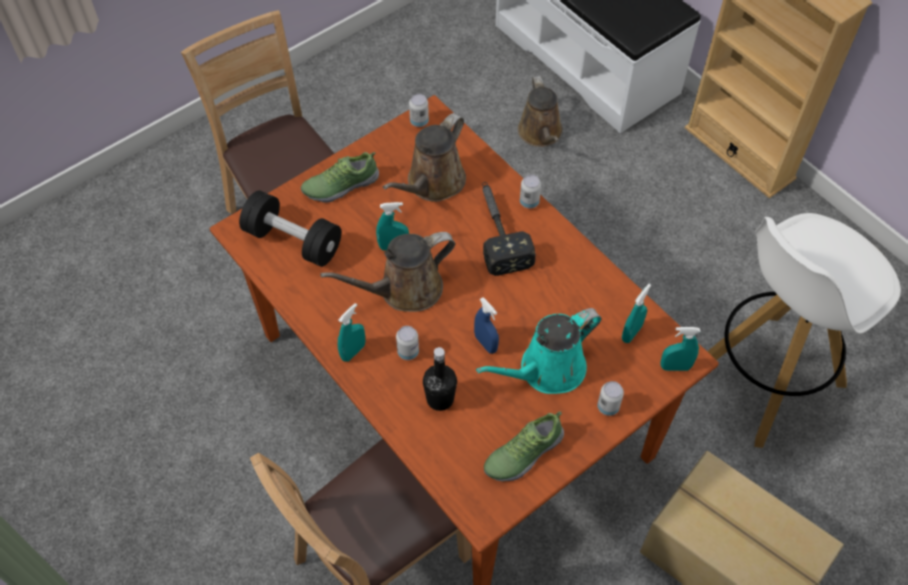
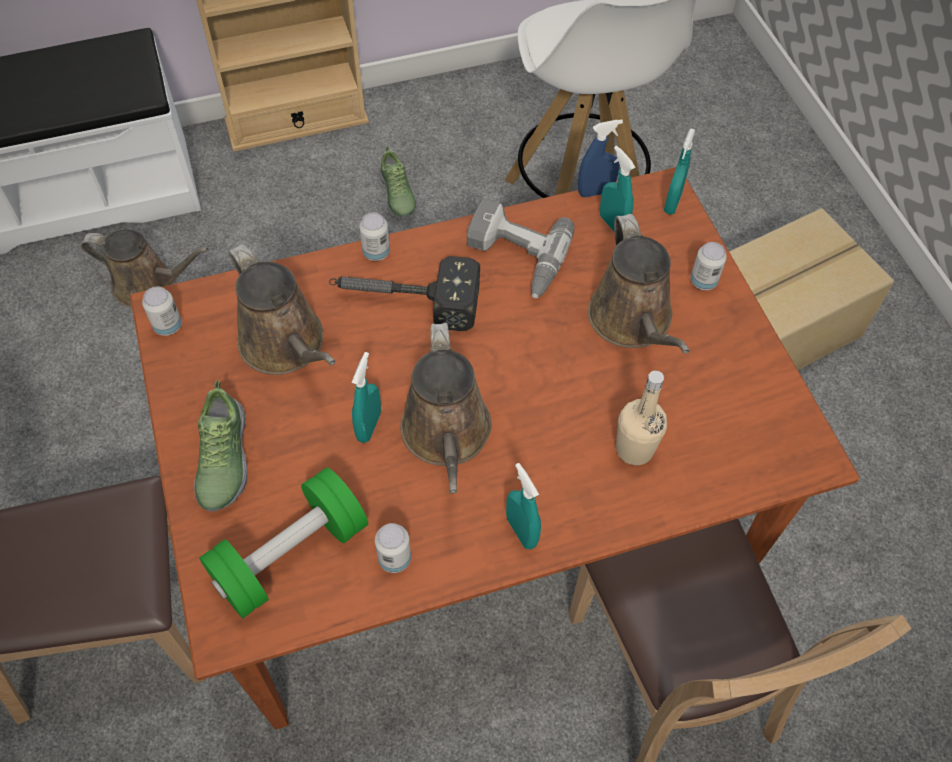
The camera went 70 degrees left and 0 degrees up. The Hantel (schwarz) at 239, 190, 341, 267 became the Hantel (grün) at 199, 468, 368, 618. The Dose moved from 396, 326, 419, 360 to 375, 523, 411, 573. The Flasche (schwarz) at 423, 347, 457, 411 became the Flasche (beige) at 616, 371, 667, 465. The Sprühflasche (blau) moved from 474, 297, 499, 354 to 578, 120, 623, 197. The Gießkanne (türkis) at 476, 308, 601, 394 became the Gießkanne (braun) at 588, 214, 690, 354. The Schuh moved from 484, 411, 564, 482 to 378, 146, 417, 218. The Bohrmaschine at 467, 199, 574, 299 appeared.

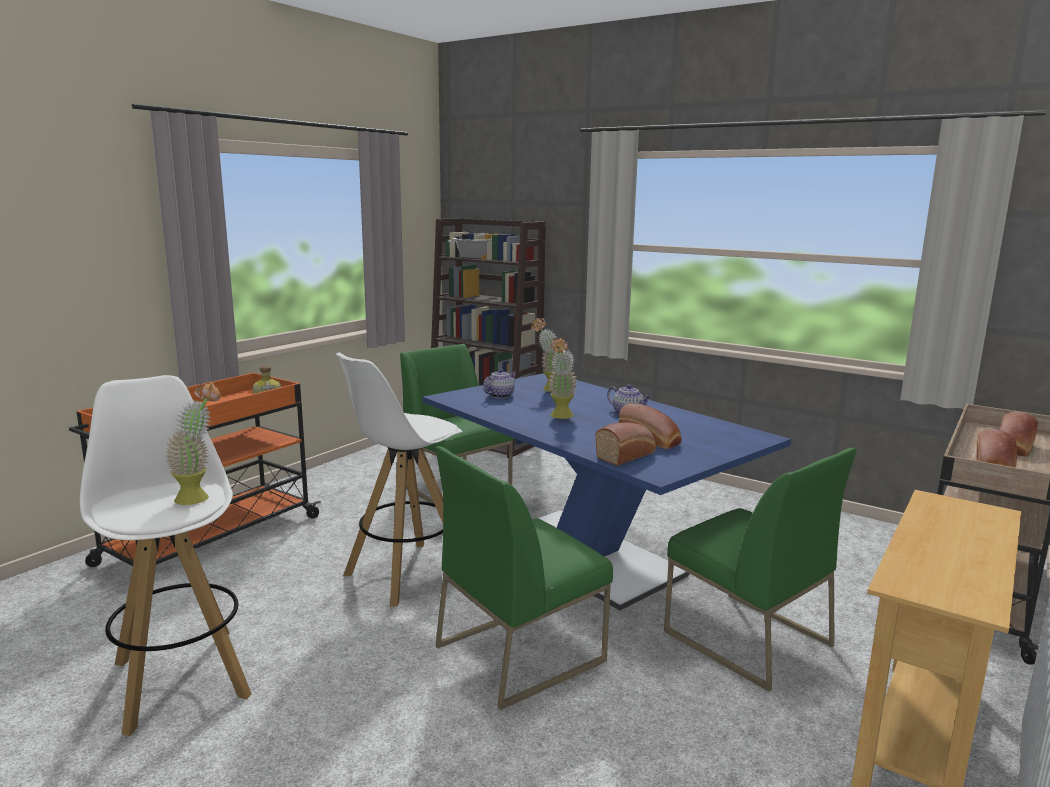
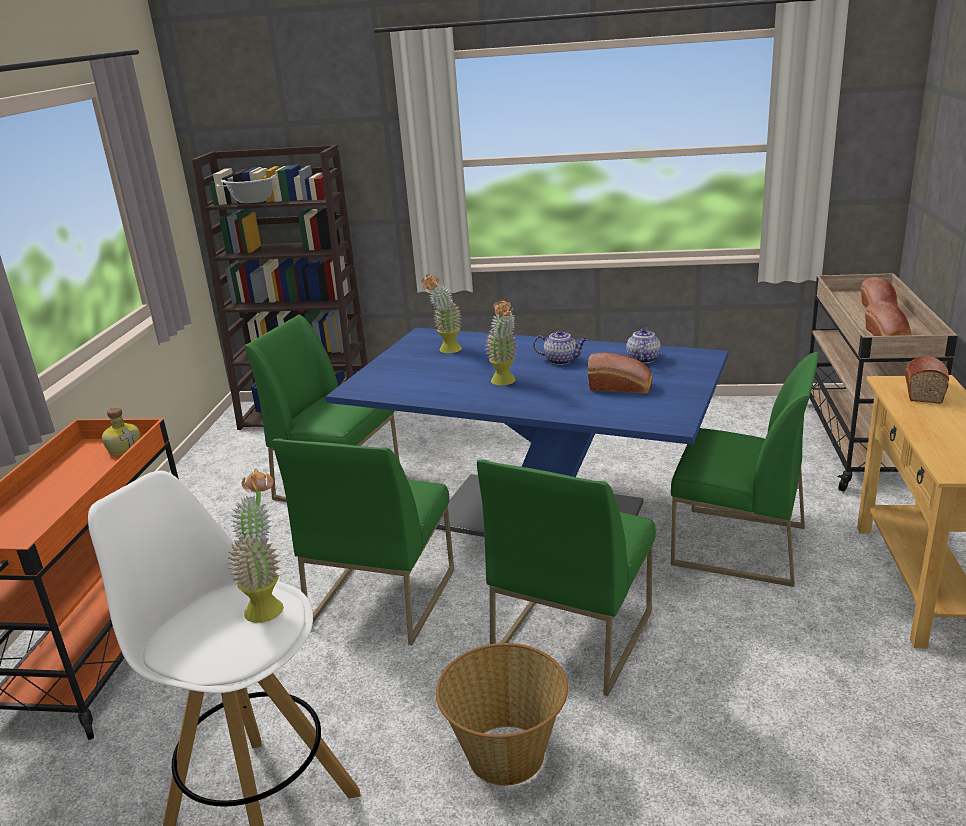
The camera went 25 degrees left and 10 degrees up. The Hocker (weiß) at 336, 353, 463, 607 was replaced by the Stuhl (grün) at 272, 438, 454, 645. The Teekanne moved from 483, 368, 517, 399 to 626, 327, 661, 364. The Brot moved from 595, 422, 656, 466 to 905, 356, 949, 404. The Korb at 436, 643, 568, 786 appeared.

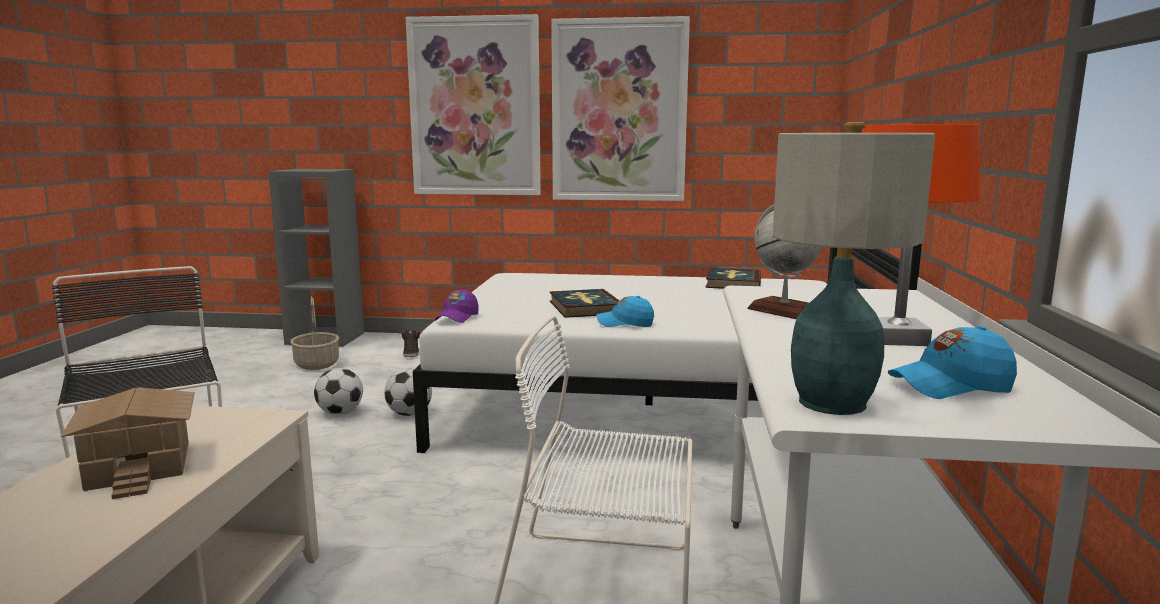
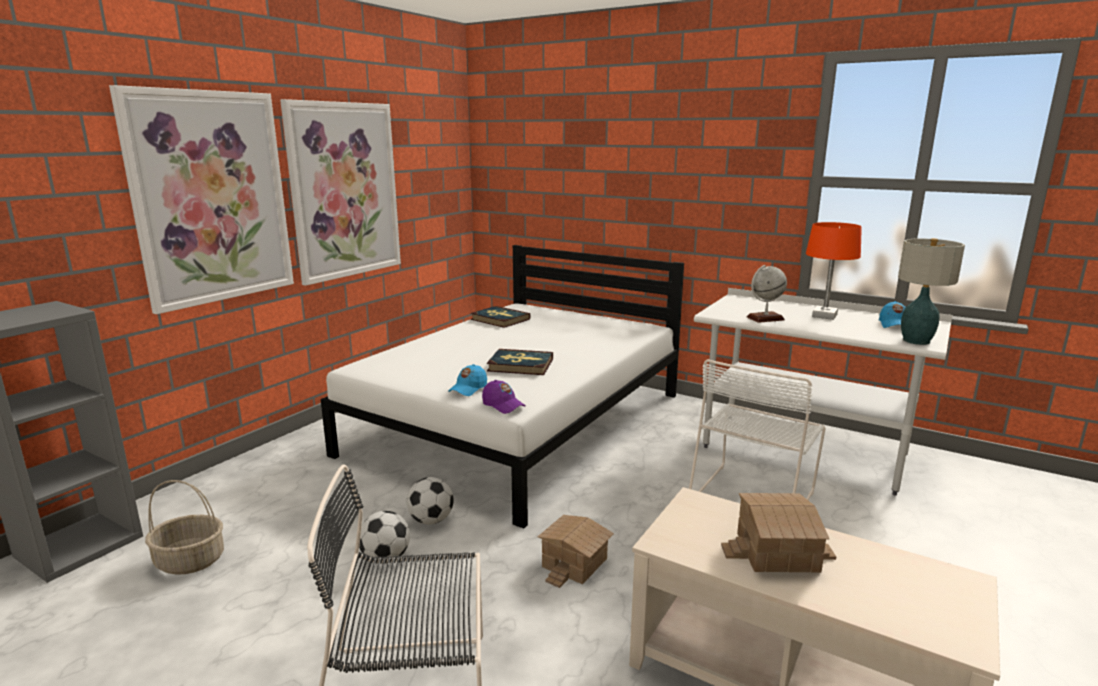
The camera went 65 degrees left and 5 degrees up. The Schuh (schwarz) at 401, 330, 420, 357 disappeared. The Kappe (blau) moved from 597, 296, 654, 327 to 448, 364, 487, 396. The Spielzeughaus at 538, 515, 614, 588 appeared.

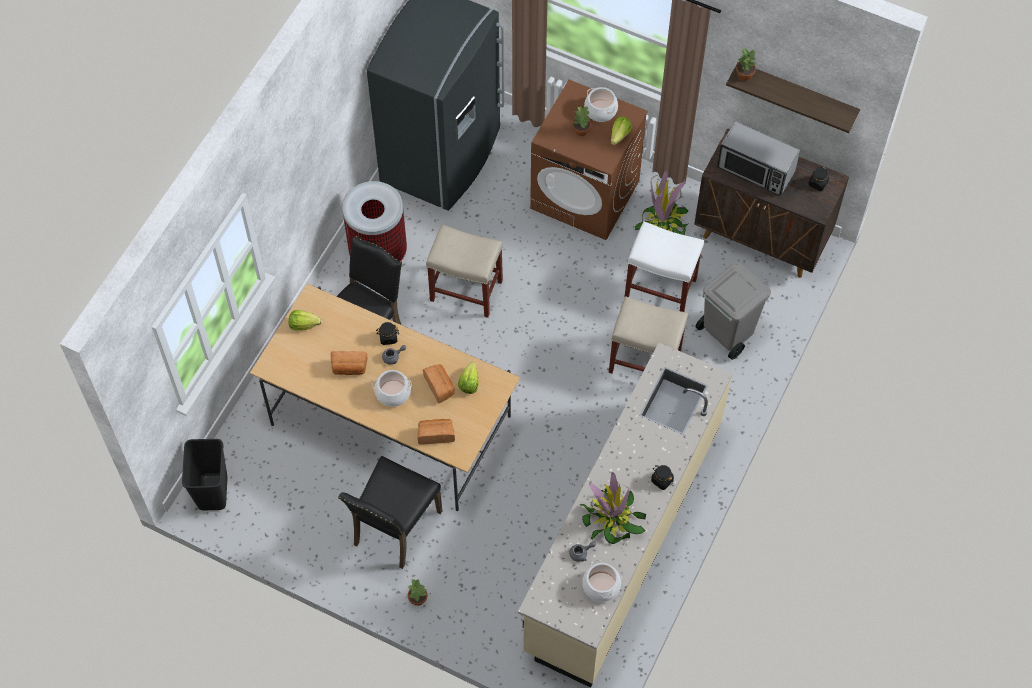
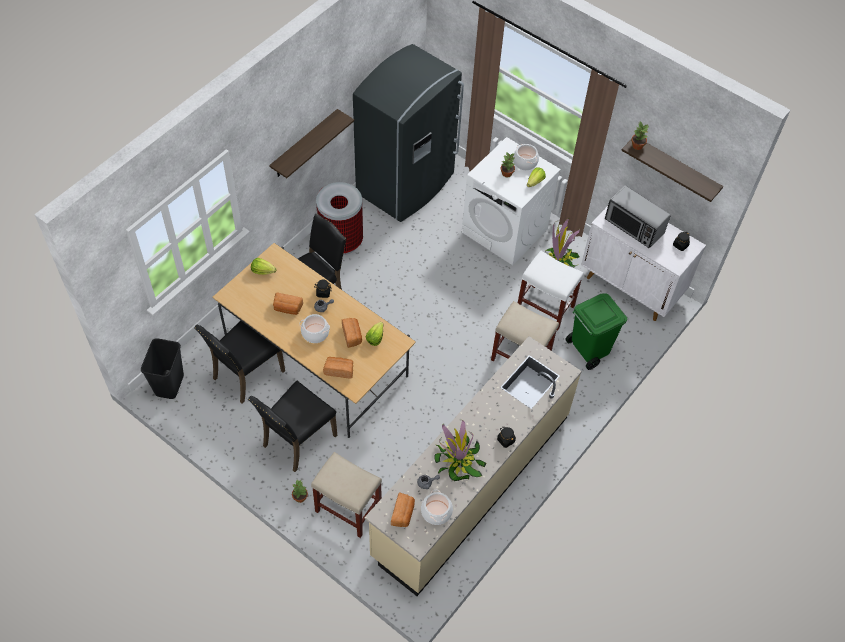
The camera went 10 degrees right and 5 degrees down. The Hocker (beige) moved from 426, 225, 503, 318 to 311, 452, 382, 538. The Waschmaschine (braun) at 530, 80, 648, 240 became the Waschmaschine (weiß) at 462, 137, 561, 265. The Schrank (braun) at 694, 128, 849, 278 became the Schrank (weiß) at 581, 206, 706, 321. The Mülleimer (grau) at 695, 263, 771, 360 became the Mülleimer (grün) at 565, 293, 627, 370. The Stuhl (schwarz) at 194, 320, 285, 403 appeared. The Wandregal at 269, 109, 354, 178 appeared. The Brot at 391, 492, 415, 527 appeared.

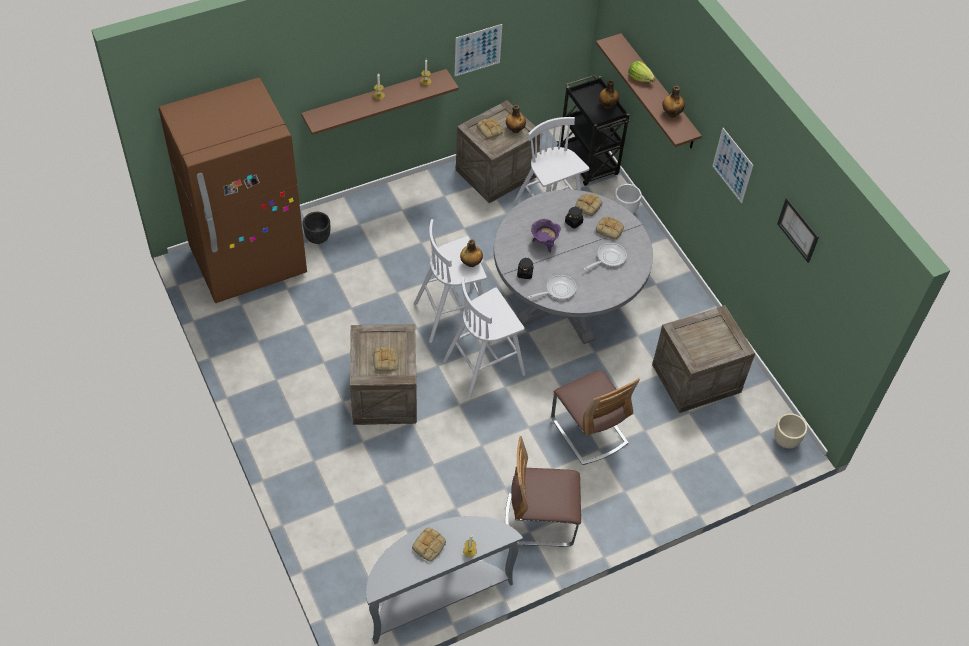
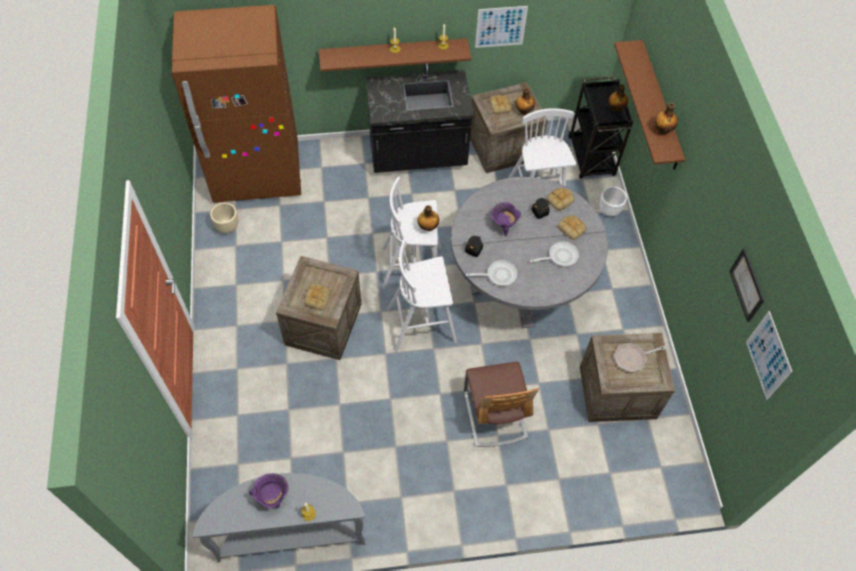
The camera went 20 degrees right and 5 degrees up. The Pflanzkübel (schwarz) at 303, 212, 330, 244 disappeared. The Brot at 412, 528, 446, 561 was replaced by the Kochtopf (lila) at 249, 473, 289, 508. The Stuhl at 505, 436, 581, 547 disappeared. The Salatkopf at 628, 61, 655, 82 disappeared. The Bild moved from 713, 128, 753, 203 to 746, 311, 792, 400. The Pflanzkübel (beige) moved from 774, 413, 807, 448 to 210, 203, 238, 233. The Küchenzeile (schwarz) at 366, 64, 474, 173 appeared. The Pfanne at 614, 342, 666, 372 appeared.

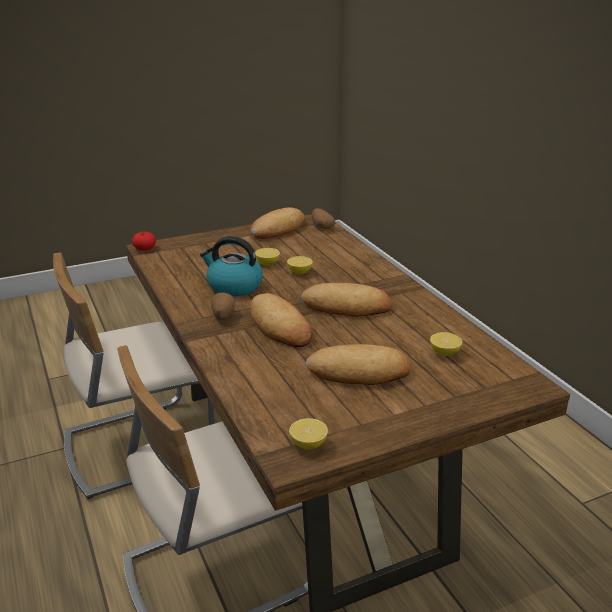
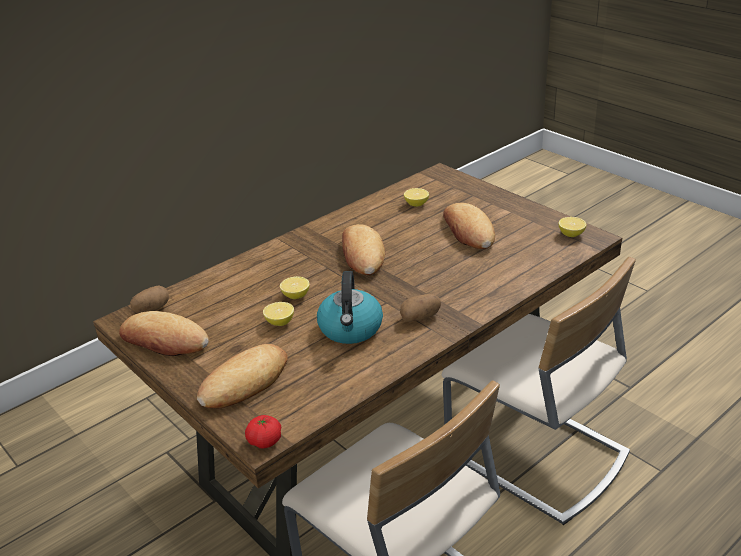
The camera went 105 degrees left and 5 degrees up. The Brot moved from 250, 293, 313, 347 to 197, 344, 288, 409.

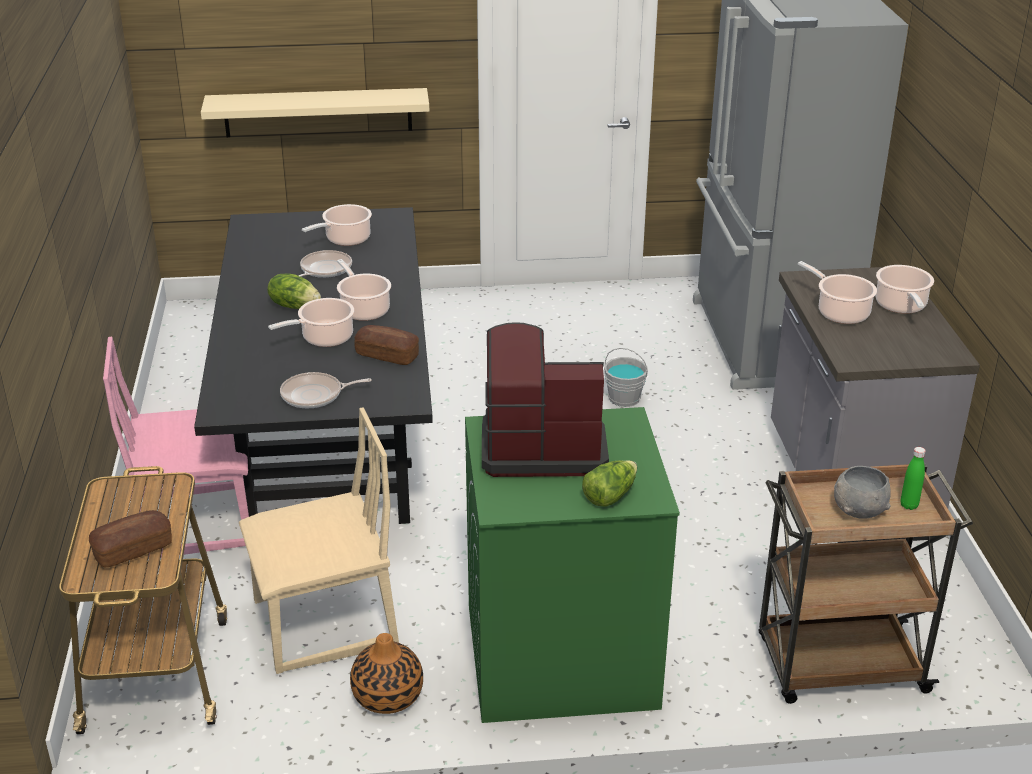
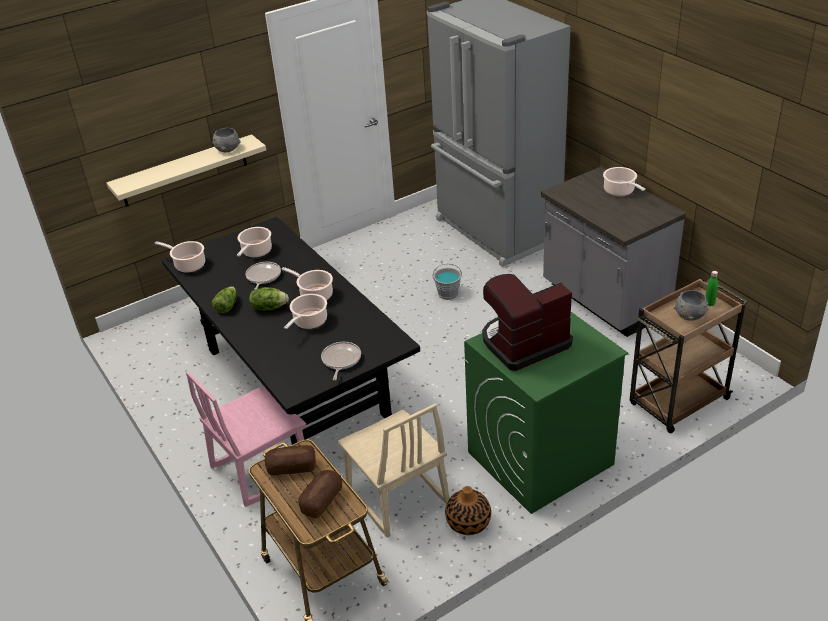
The camera went 25 degrees left and 5 degrees up. The Stuhl (beige) at 239, 408, 399, 674 turned 105 degrees clockwise. The Pfanne at 280, 372, 372, 409 turned 135 degrees clockwise. The Brot moved from 354, 325, 419, 365 to 265, 445, 316, 475. The Salatkopf moved from 582, 460, 637, 506 to 212, 286, 237, 313. The Kochtopf moved from 798, 261, 877, 324 to 155, 241, 205, 273. The Schüssel (grau) at 212, 128, 240, 152 appeared.

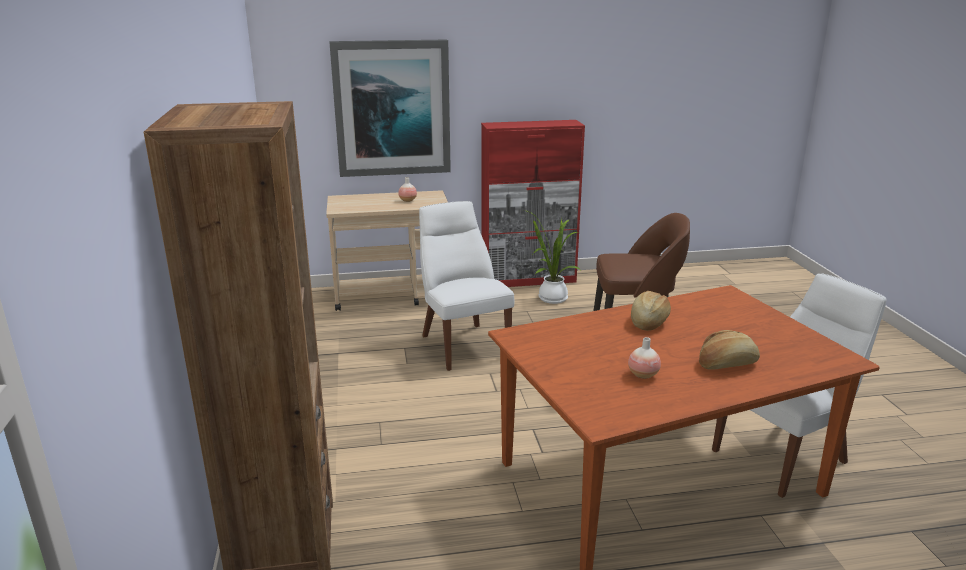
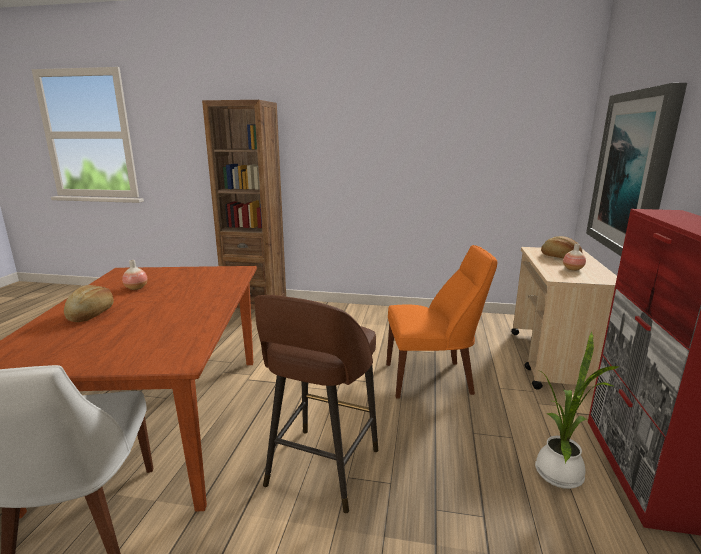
The camera went 110 degrees right and 5 degrees down. The Stuhl (weiß) at 419, 201, 514, 371 became the Stuhl (orange) at 386, 245, 497, 399. The Brot moved from 631, 291, 671, 331 to 541, 236, 582, 258.

